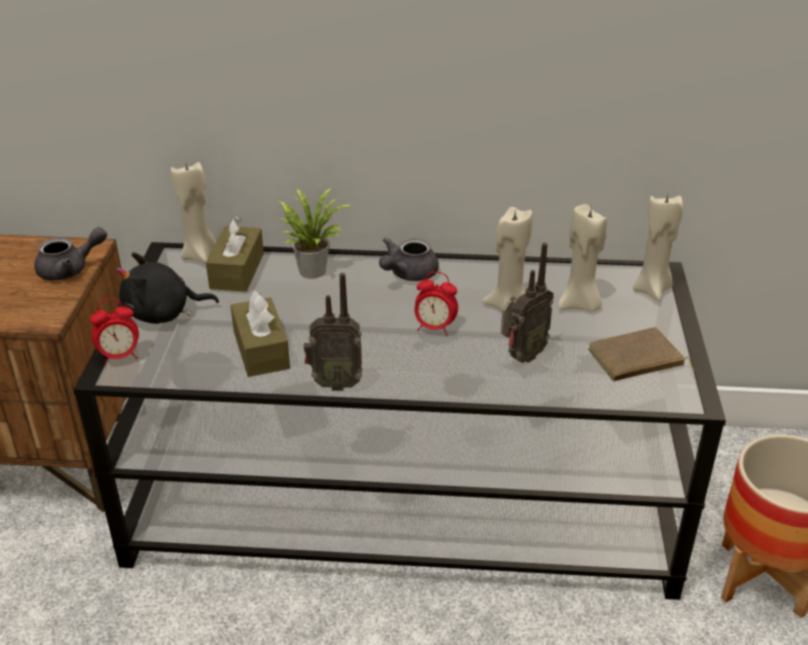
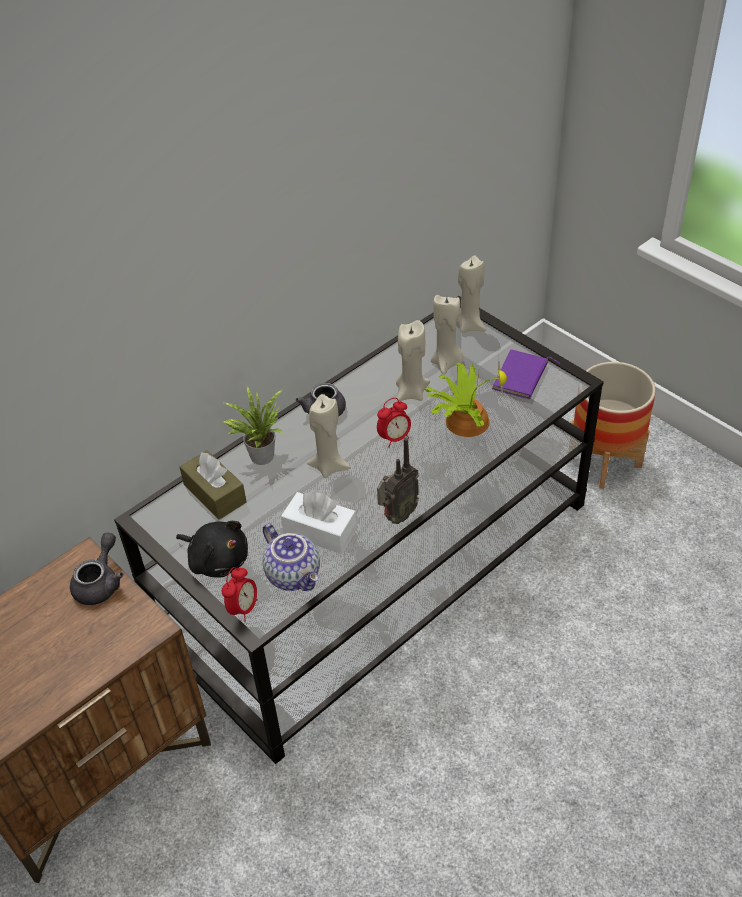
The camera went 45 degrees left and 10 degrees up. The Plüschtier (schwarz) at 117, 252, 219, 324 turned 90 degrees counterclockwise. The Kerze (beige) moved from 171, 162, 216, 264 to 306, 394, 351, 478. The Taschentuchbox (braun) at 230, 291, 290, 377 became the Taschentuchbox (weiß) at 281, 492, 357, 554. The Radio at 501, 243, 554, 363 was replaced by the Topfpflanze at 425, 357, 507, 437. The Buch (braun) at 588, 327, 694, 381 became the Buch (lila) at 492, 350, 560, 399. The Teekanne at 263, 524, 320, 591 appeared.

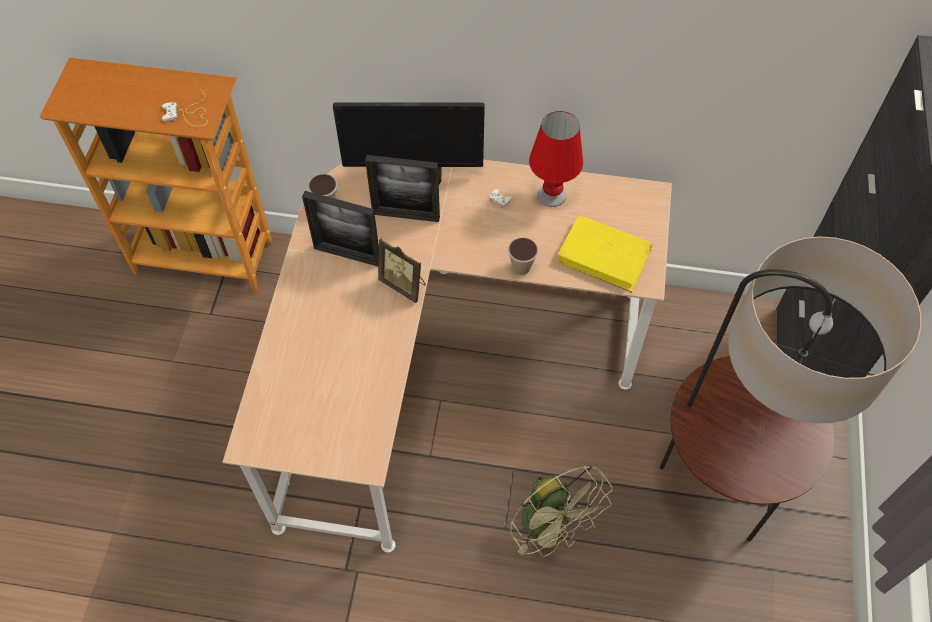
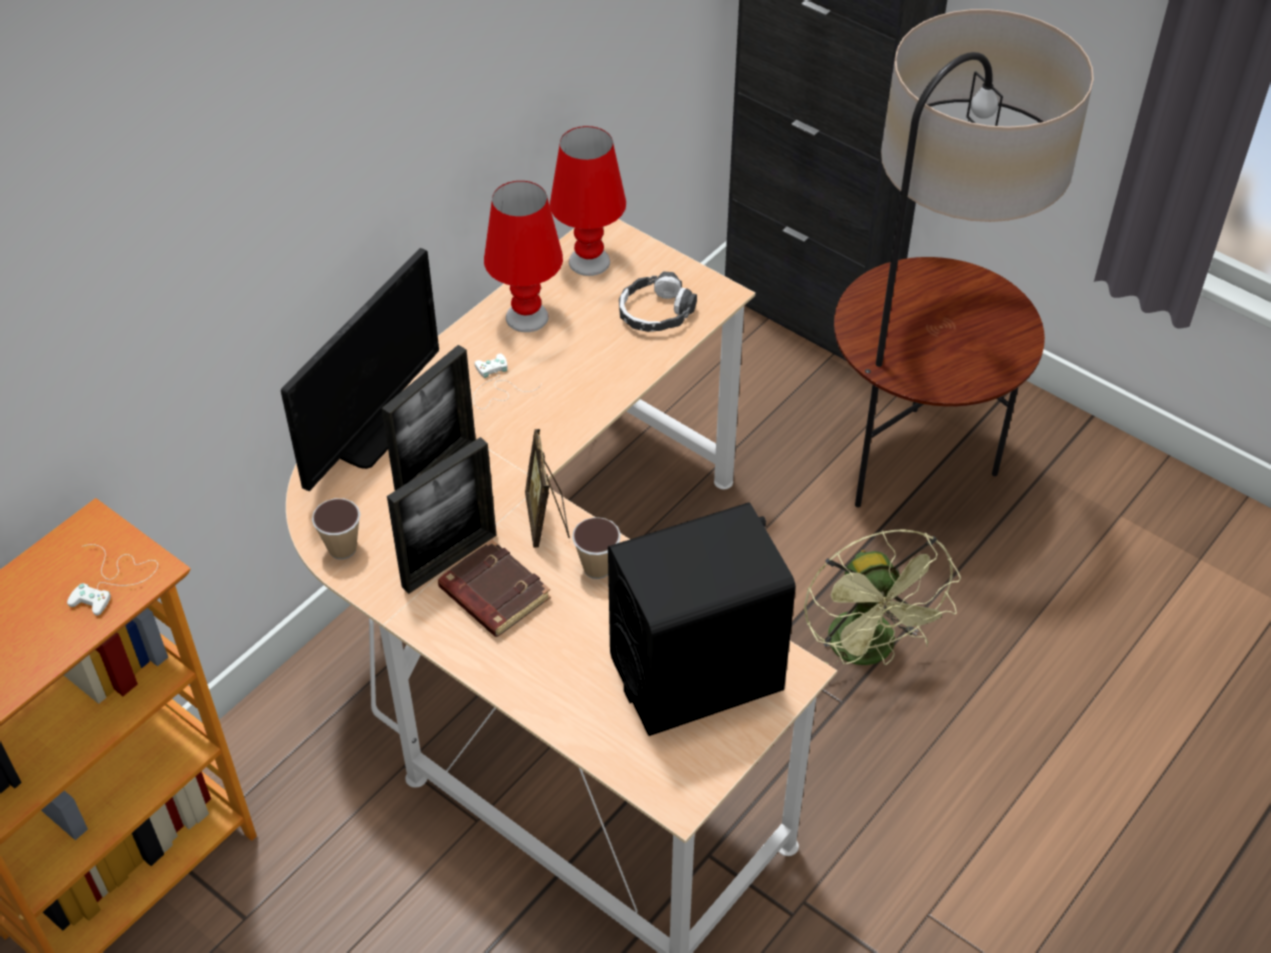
The camera went 60 degrees left and 10 degrees down. The Bilderrahmen at 378, 238, 426, 303 turned 105 degrees clockwise. The Tasse moved from 508, 237, 538, 275 to 572, 517, 621, 579. The Ventilator (grün) at 510, 465, 613, 557 turned 75 degrees clockwise. The Buch (gelb) at 557, 215, 652, 292 was replaced by the Kopfhörer at 619, 271, 697, 332. The Buch (braun) at 438, 540, 551, 637 appeared. The Tischlampe (rot) at 550, 126, 626, 276 appeared. The Lautsprecher (schwarz) at 608, 502, 796, 736 appeared.

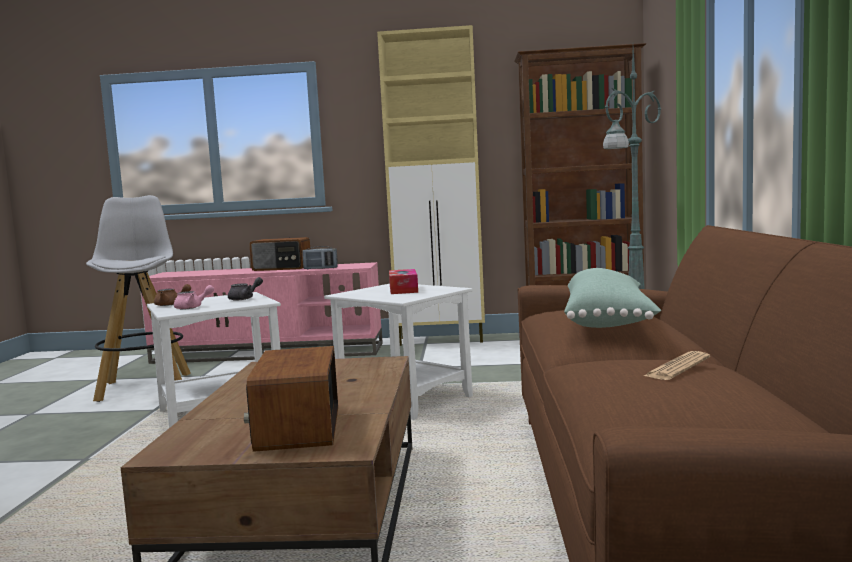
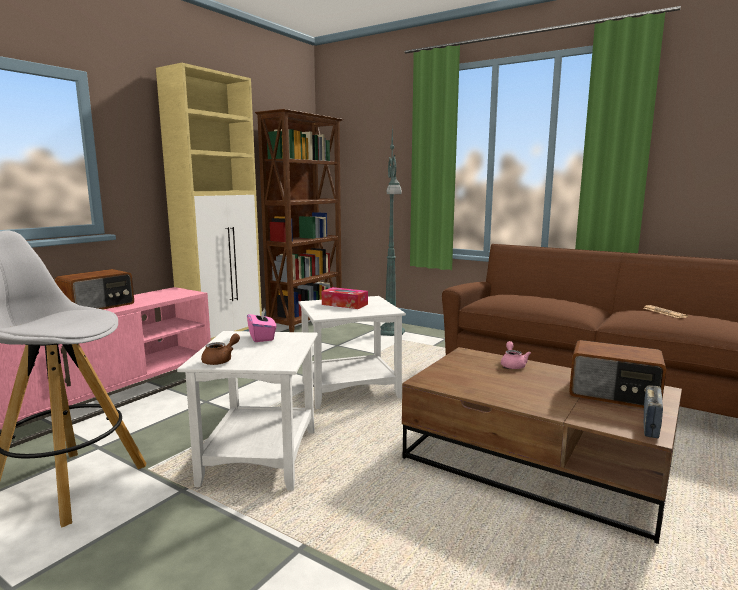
The camera went 60 degrees left and 5 degrees up. The Teekanne (rosa) moved from 174, 285, 214, 310 to 501, 341, 531, 369. The Teekanne (grau) at 228, 277, 263, 301 was replaced by the Taschentuchbox (rosa) at 247, 308, 276, 342. The Radio moved from 302, 246, 338, 269 to 643, 385, 663, 438. The Kissen (grün) at 564, 268, 661, 328 disappeared.

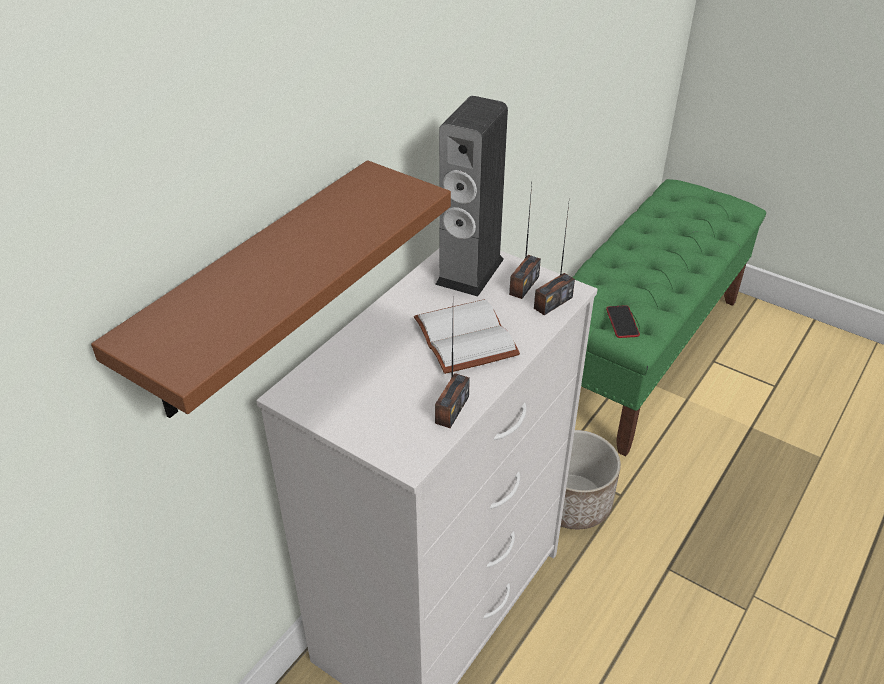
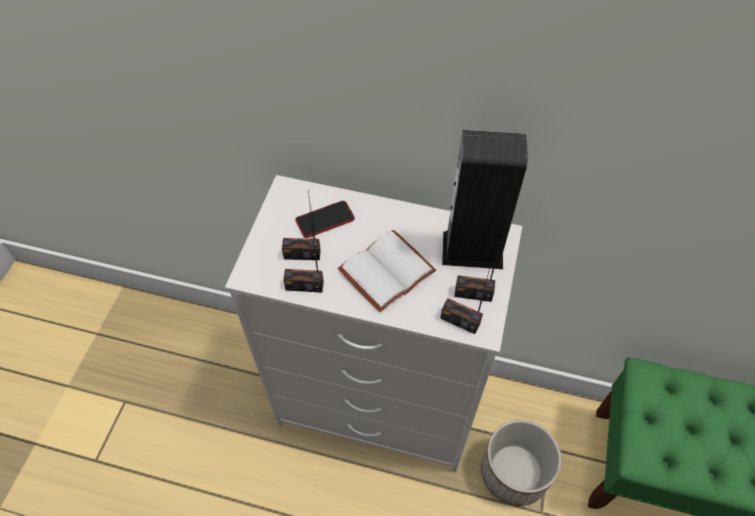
The camera went 70 degrees right and 15 degrees up. The Wandregal (braun) at 91, 160, 451, 418 disappeared. The Handy moved from 606, 305, 640, 338 to 295, 201, 355, 238. The Radio at 282, 192, 321, 260 appeared.

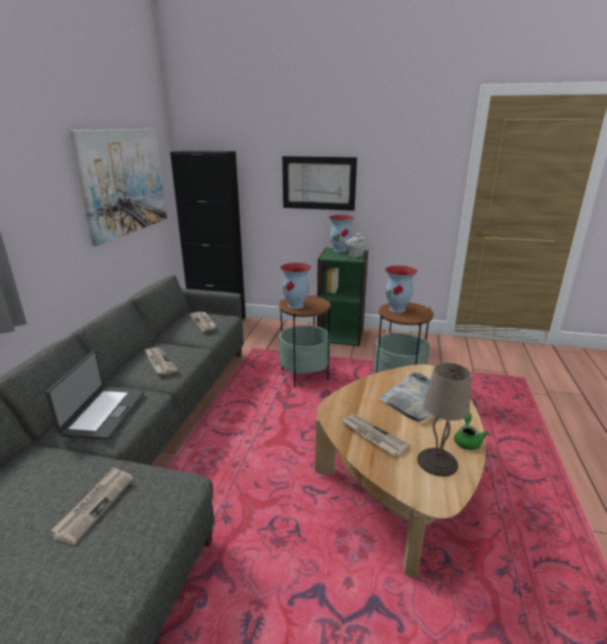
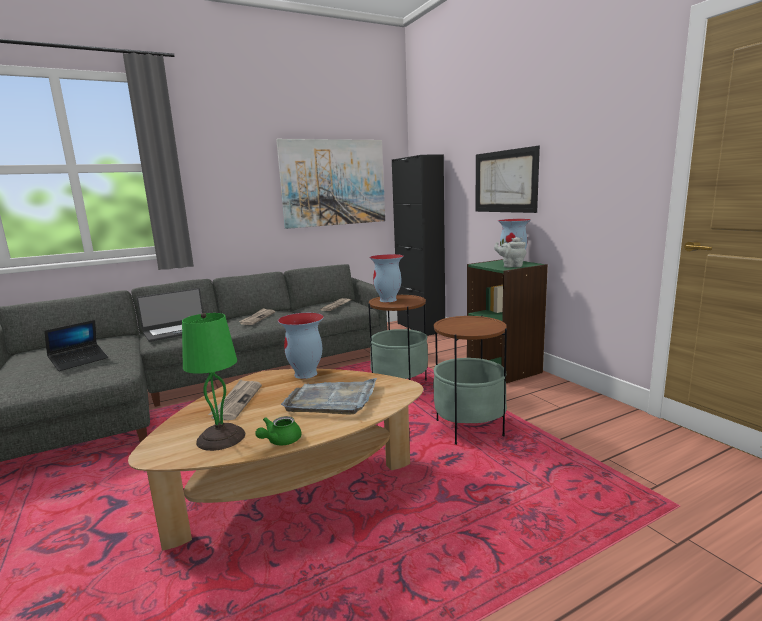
The camera went 50 degrees right and 10 degrees down. The Zeitung at 51, 467, 133, 545 was replaced by the Laptop at 44, 320, 108, 371. The Vase moved from 385, 265, 418, 313 to 278, 313, 324, 379. The Tischlampe (beige) at 417, 363, 471, 477 became the Tischlampe (grün) at 182, 313, 245, 451. The Teekanne (grün) at 454, 413, 489, 450 turned 150 degrees clockwise.

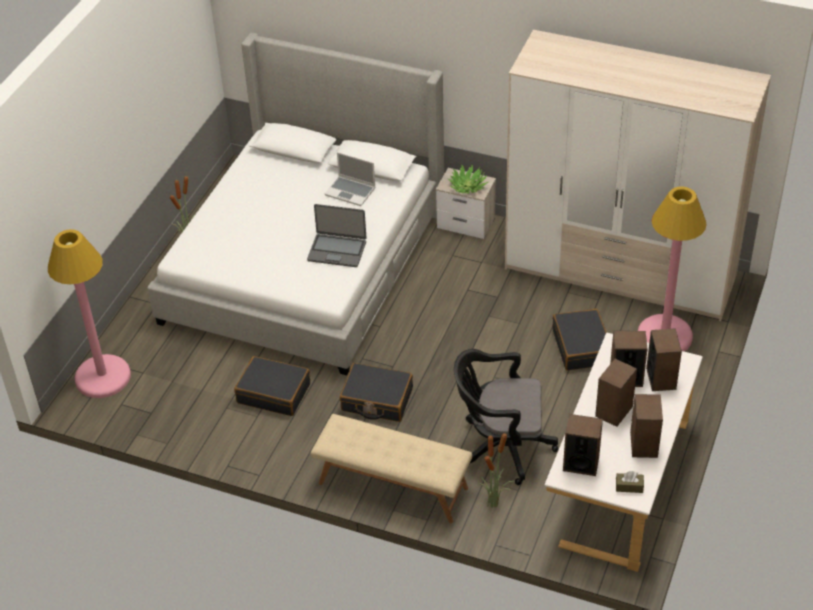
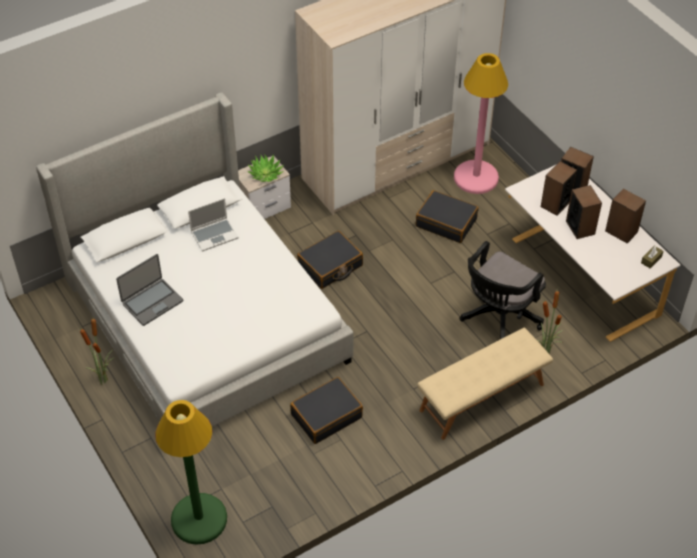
The camera went 55 degrees left and 5 degrees up. The Stehlampe (rosa) at 48, 229, 131, 398 became the Stehlampe (grün) at 155, 400, 227, 545. The Laptop moved from 307, 204, 366, 267 to 116, 254, 183, 326. The Koffer (schwarz) moved from 340, 363, 413, 422 to 297, 231, 363, 289. The Lautsprecher at 563, 414, 603, 476 disappeared.

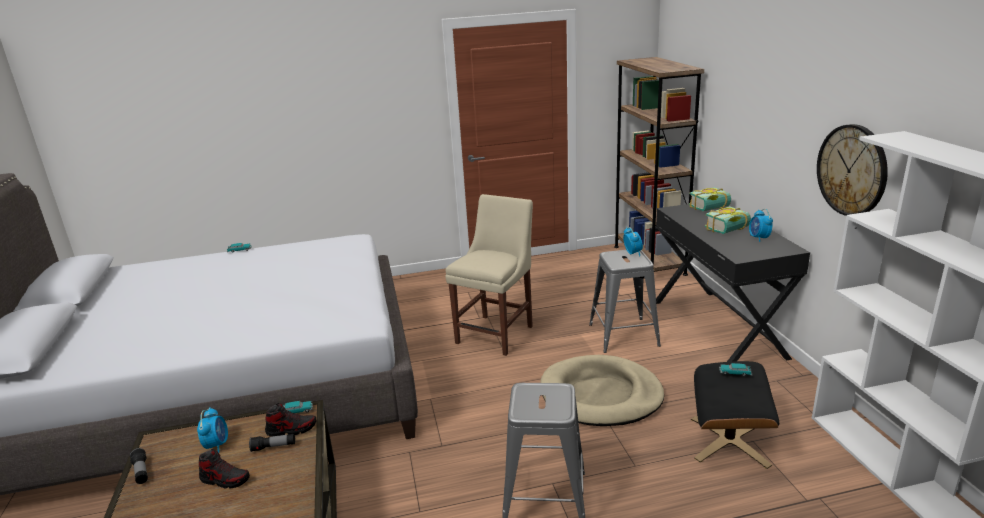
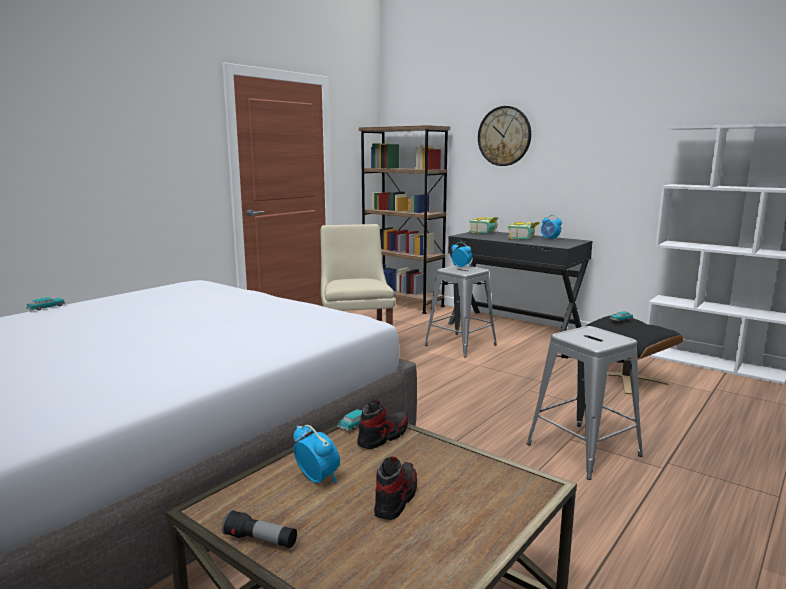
The camera went 40 degrees left and 10 degrees down. The Schuh at 199, 449, 250, 489 turned 45 degrees counterclockwise. The Taschenlampe at 249, 434, 295, 452 disappeared. The Hundebett (beige) at 540, 355, 664, 426 disappeared. The Wanduhr moved from 817, 124, 888, 216 to 478, 106, 531, 166.

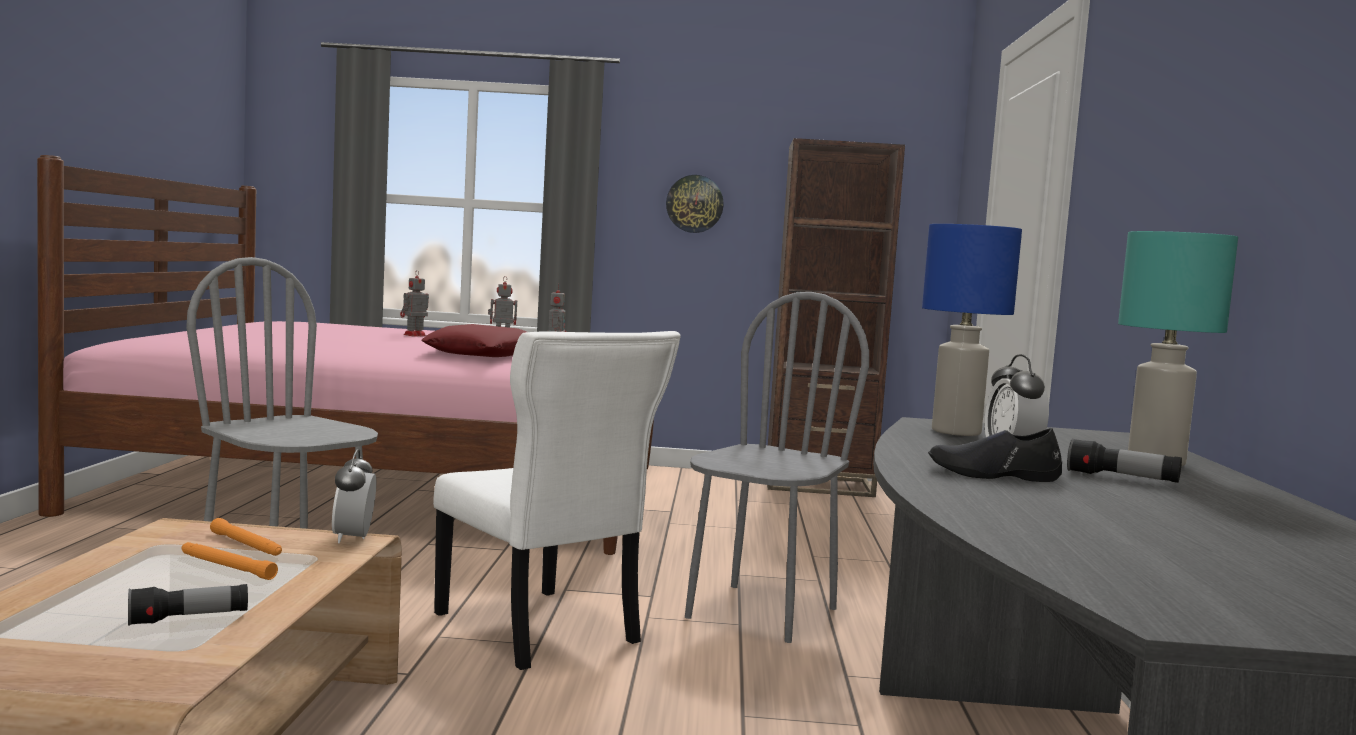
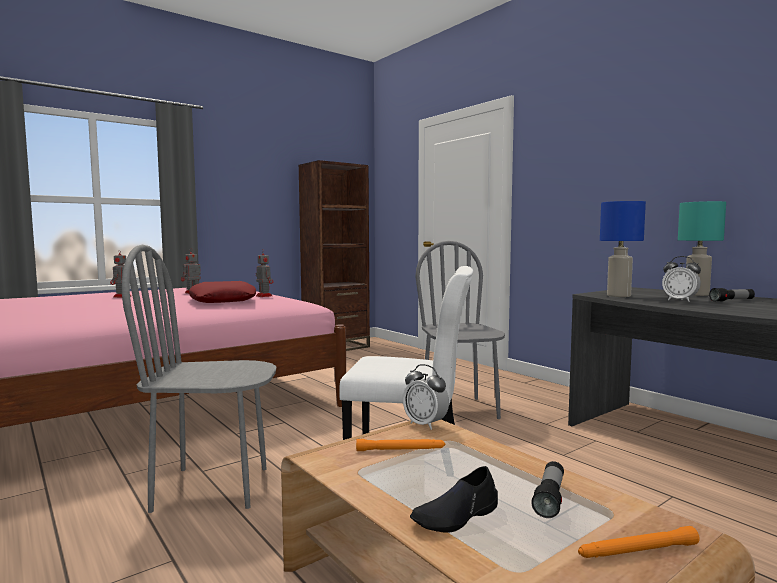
The camera went 40 degrees left and 0 degrees up. The Taschenlampe (orange) moved from 181, 542, 278, 580 to 578, 526, 700, 558. The Wanduhr at 666, 175, 724, 233 disappeared. The Schuh (schwarz) moved from 928, 428, 1062, 482 to 410, 466, 498, 533.

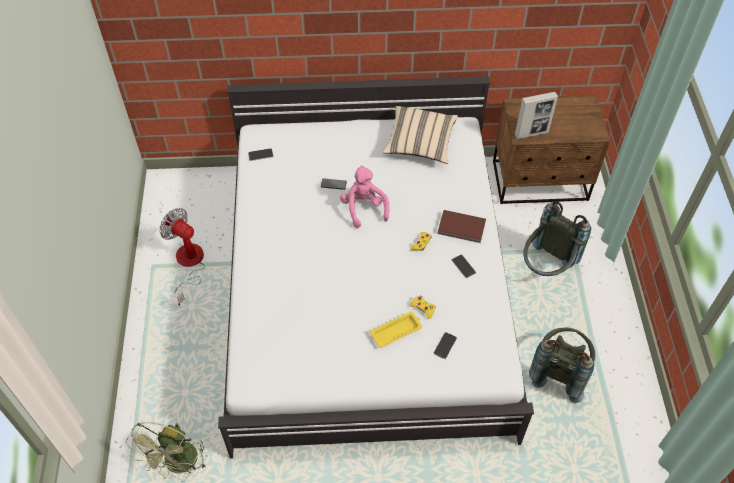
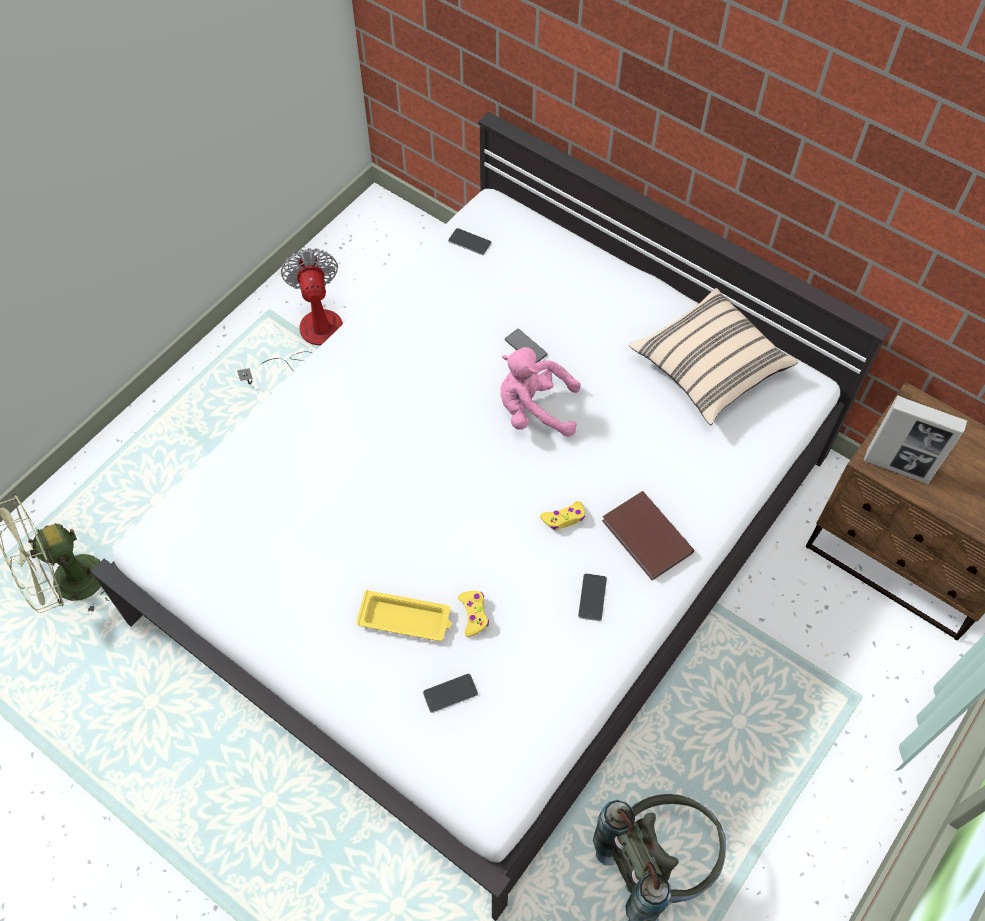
The camera went 40 degrees right and 5 degrees up. The Plüschtier (rosa) at 340, 165, 389, 228 turned 105 degrees counterclockwise. The Rucksack (grau) at 523, 201, 591, 276 disappeared.

